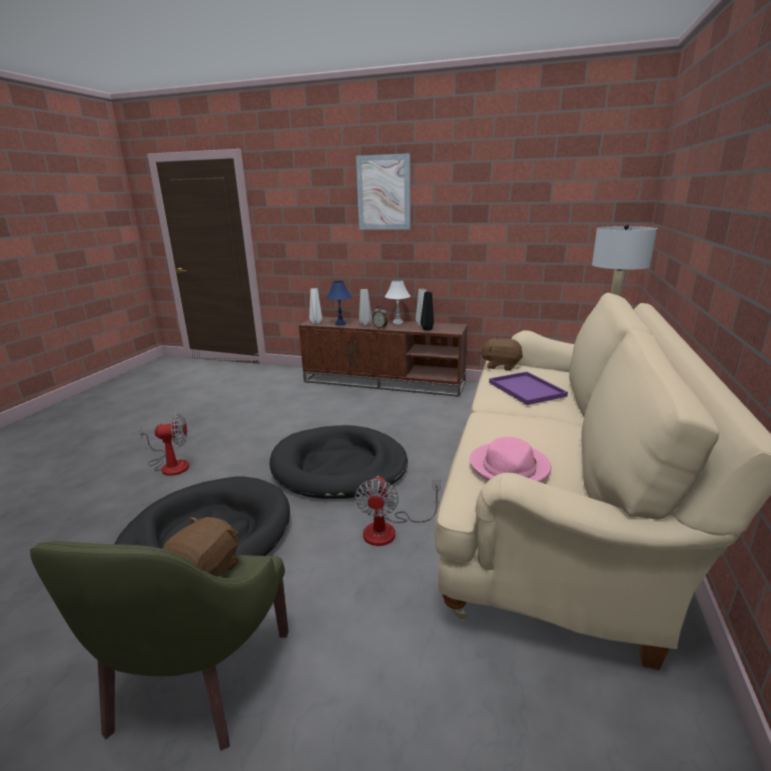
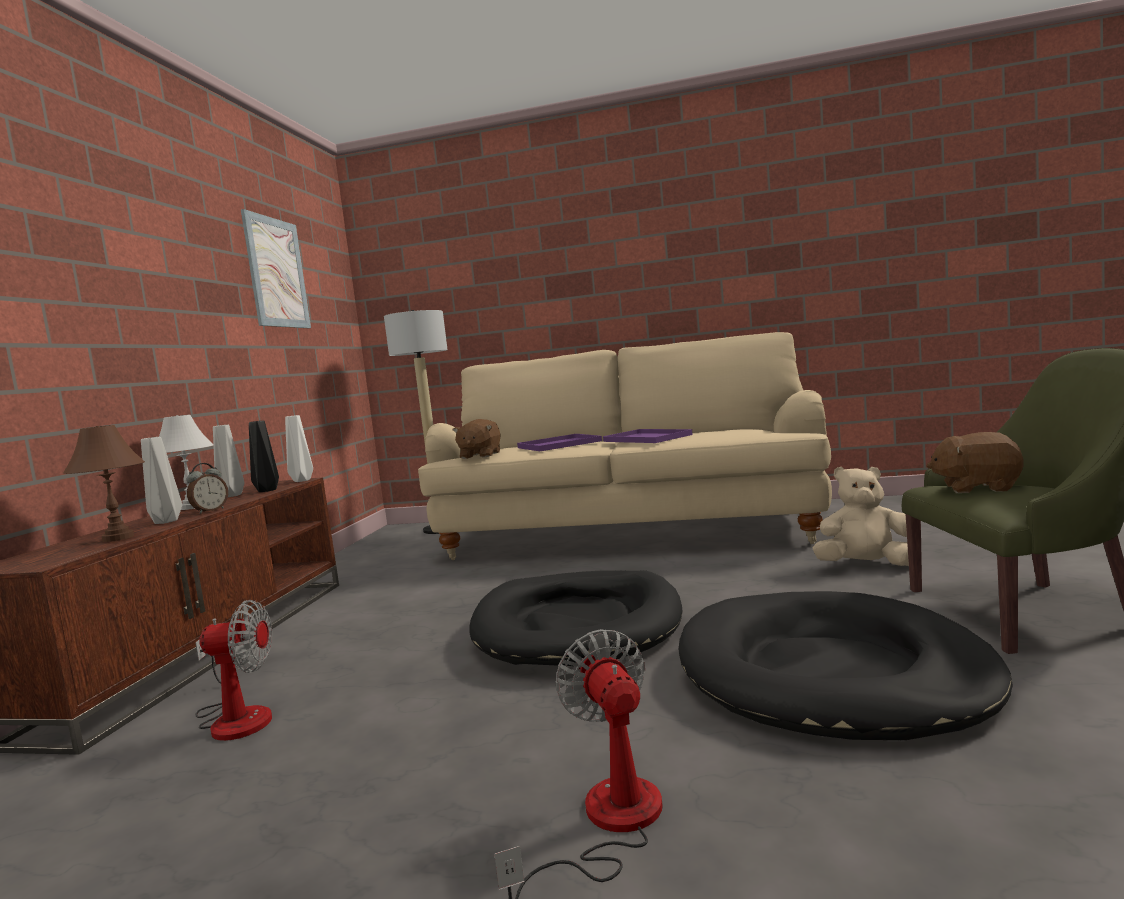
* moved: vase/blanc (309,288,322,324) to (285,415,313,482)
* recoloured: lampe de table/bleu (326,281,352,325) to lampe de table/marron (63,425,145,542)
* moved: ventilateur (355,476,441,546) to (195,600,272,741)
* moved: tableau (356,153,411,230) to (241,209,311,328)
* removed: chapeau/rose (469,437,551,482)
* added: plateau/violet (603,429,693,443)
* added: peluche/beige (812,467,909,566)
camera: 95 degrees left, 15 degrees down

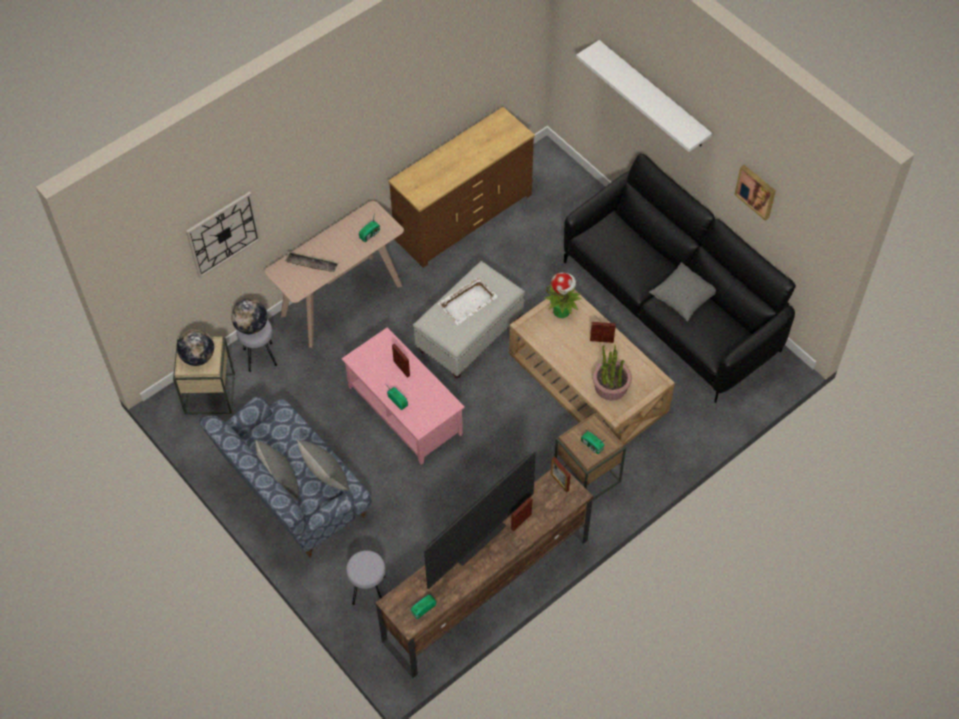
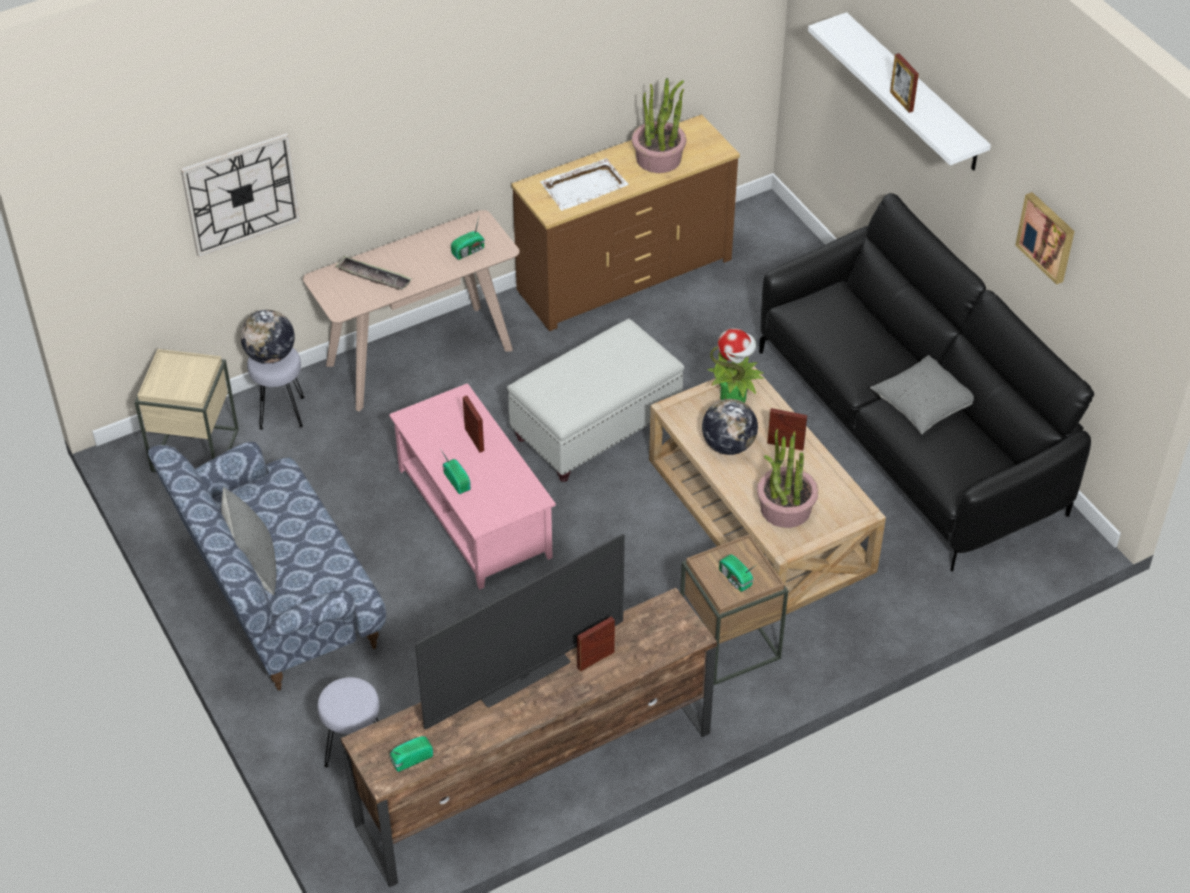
* moved: globe (177,329,214,366) to (702,399,758,455)
* removed: coussin/gris (297,439,349,491)
* moved: plateau/blanc (438,277,498,325) to (540,158,629,211)
* moved: cadre photo (551,456,571,492) to (890,53,919,113)
* added: plante en pot (632,78,686,173)
camera: 10 degrees right, 10 degrees down

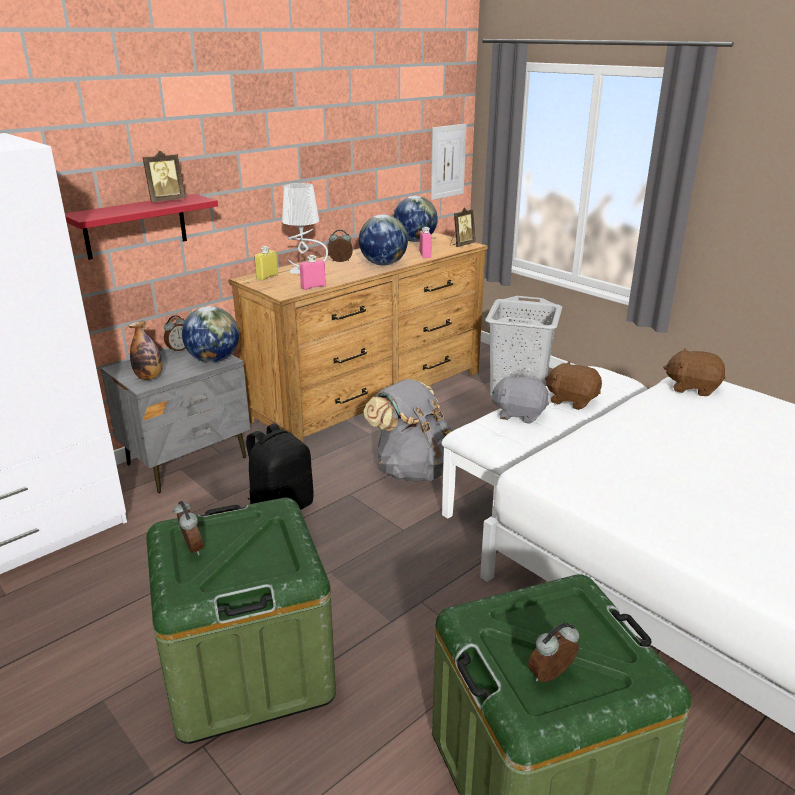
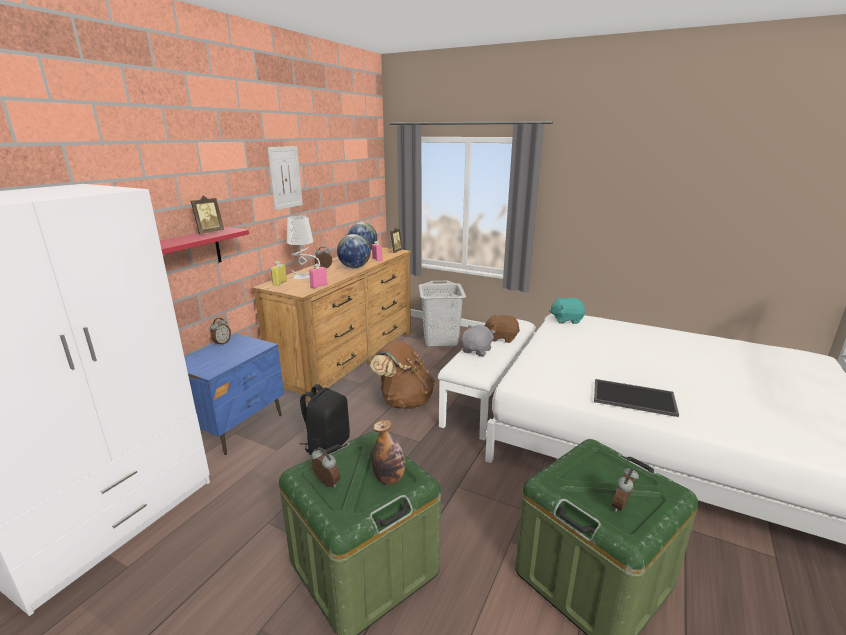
* recoloured: table de chevet/gris (101,348,250,493) to table de chevet/bleu (185,333,284,455)
* moved: bouteille (129,321,163,380) to (372,420,405,485)
* removed: globe (182,306,239,363)
* recoloured: sac à dos/gris (363,379,453,482) to sac à dos/marron (370,340,435,409)
* moved: tableau (431,124,467,200) to (267,146,303,210)
* turned: peluche/gris (490,374,549,424) = (461,325,495,356) 120 degrees clockwise
* recoloured: peluche/marron (663,348,726,396) to peluche/turquoise (549,297,585,324)
* added: plateau (594,379,679,417)
camera: 20 degrees left, 5 degrees down

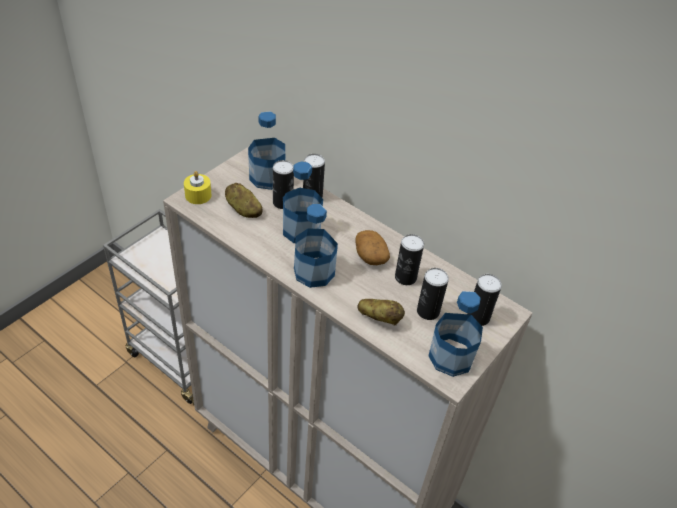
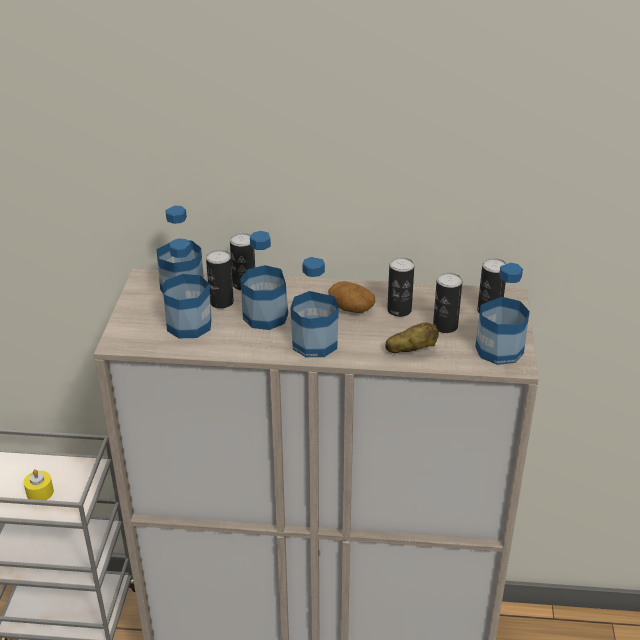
* moved: bougie/jaune (184,171,212,204) to (23,469,54,500)
* replaced: pomme de terre (225,183,263,218) to bouteille (162,238,211,338)
camera: 30 degrees left, 10 degrees down

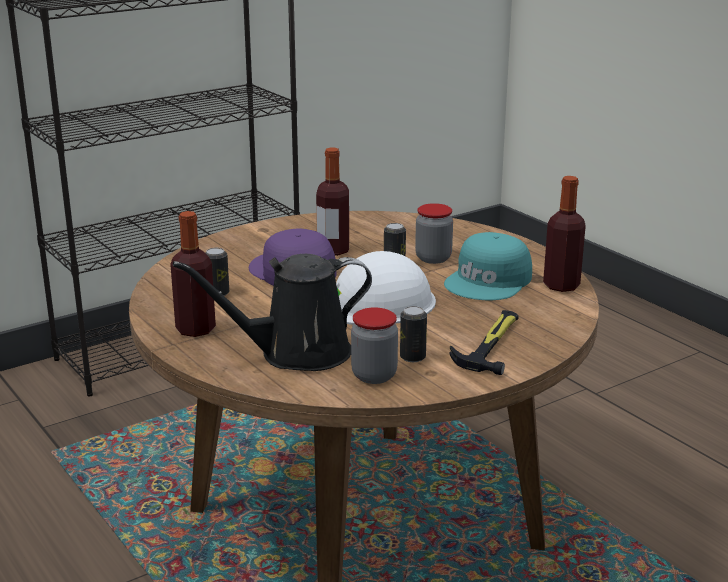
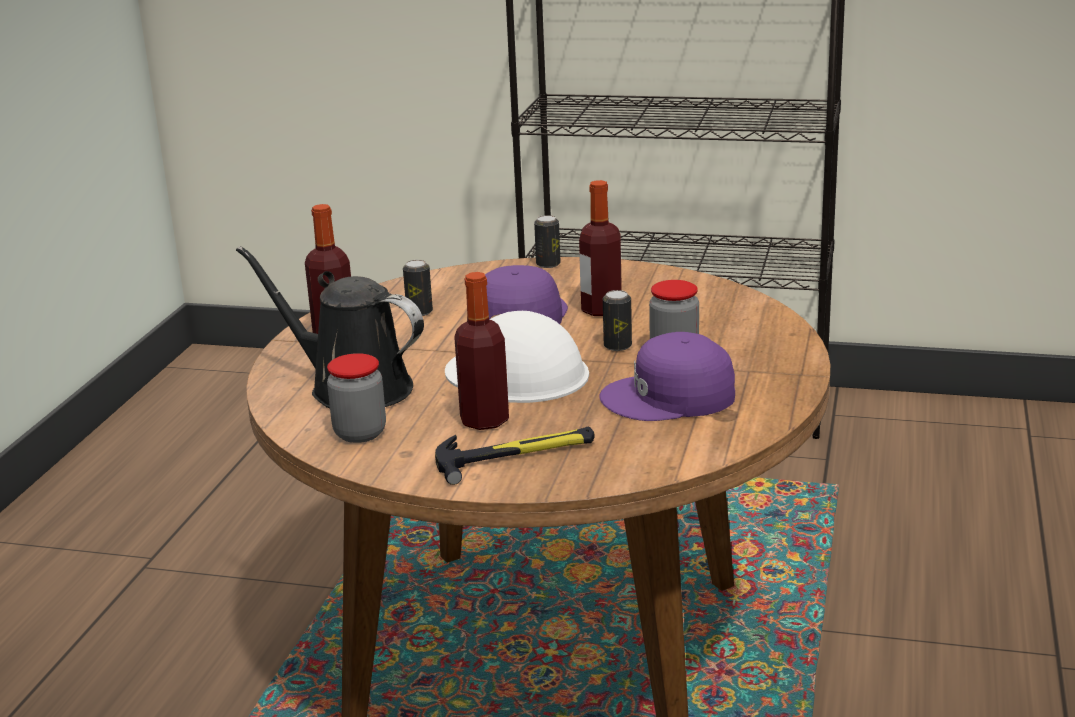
* moved: boîte métallique (400,306,427,362) to (534,215,561,268)
* recoloured: casquette/turquoise (444,232,532,300) to casquette/violet (600,332,735,421)
* moved: bouteille (543,176,586,292) to (454,272,509,430)
camera: 50 degrees right, 0 degrees up

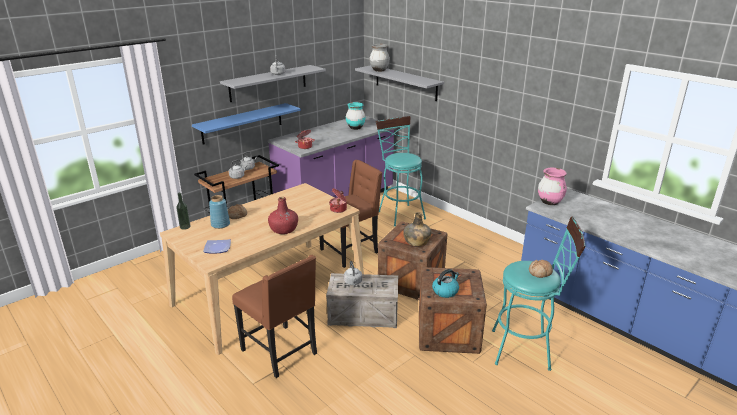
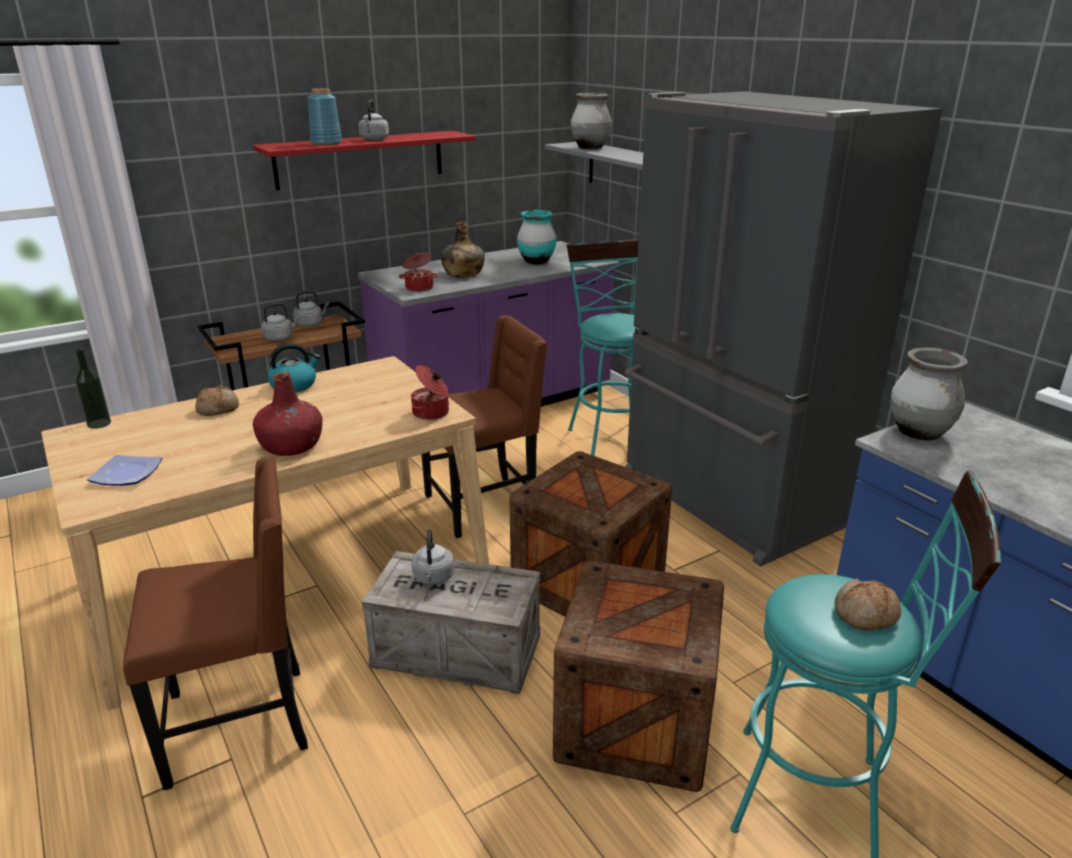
* removed: étagère/bleu (192,103,301,144)
* moved: vase/bleu (209,195,230,229) to (308,88,342,145)
* recoloured: étagère/gris (220,65,326,102) to étagère/rouge (253,131,476,190)
* turned: chaise/marron (232,255,317,378) = (123,457,308,790) 75 degrees counterclockwise
* moved: bouteille/vert (403,212,431,247) to (441,222,485,277)
* moved: bouilloire (432,269,459,298) to (268,343,321,392)
* recoloured: vase/rose (538,168,567,205) to vase/gris (891,348,968,440)
* added: réfrigérateur/gris (624,91,943,567)
camera: 10 degrees right, 0 degrees up

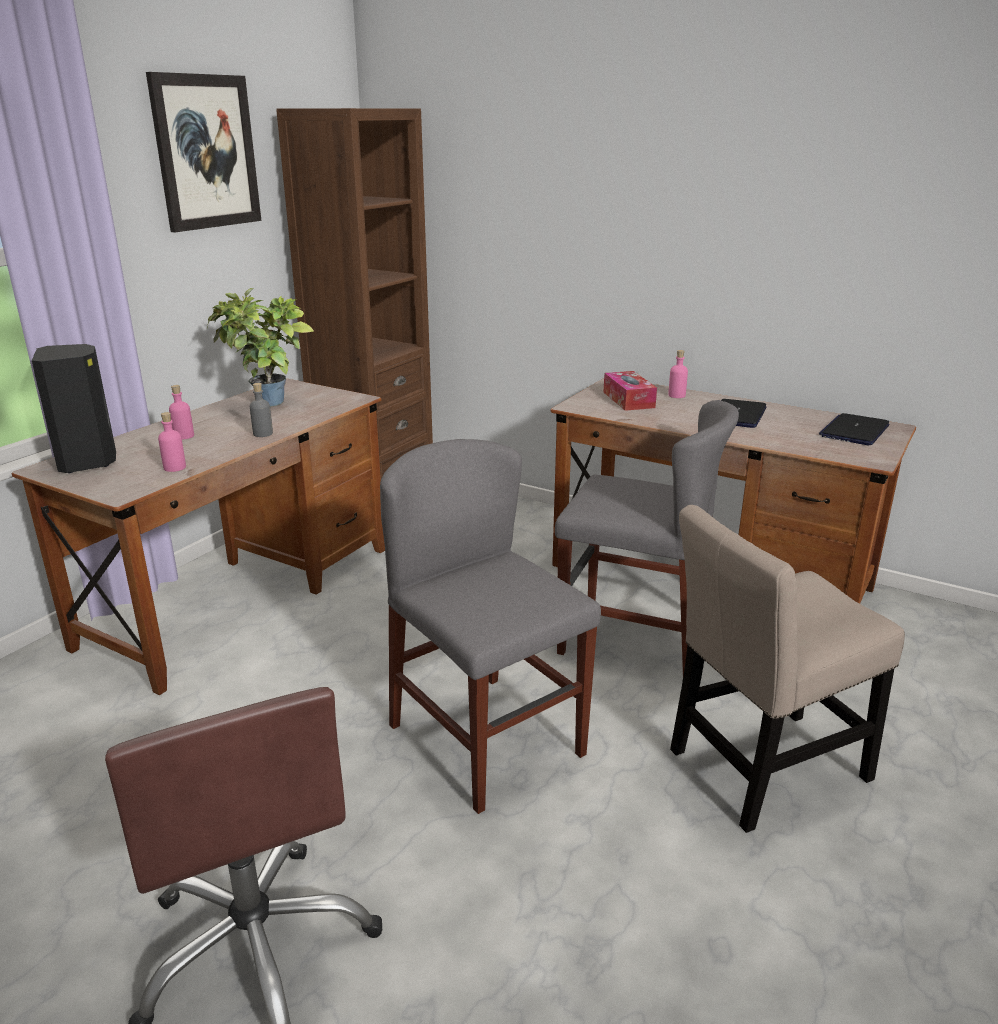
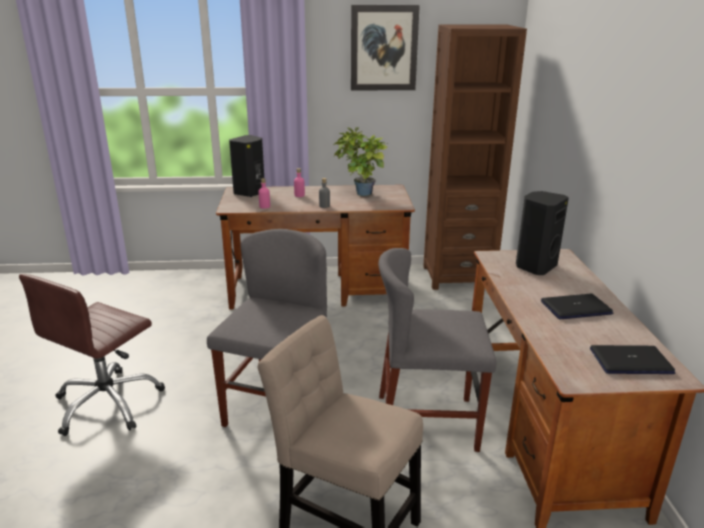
* turned: chaise/gris (555,400,739,675) = (378,248,497,452) 105 degrees clockwise
* replaced: boîte à mouchoirs (603,371,657,411) to enceinte/noir (516,191,569,275)
* removed: bouteille/rose (668,350,688,398)
camera: 55 degrees right, 0 degrees up

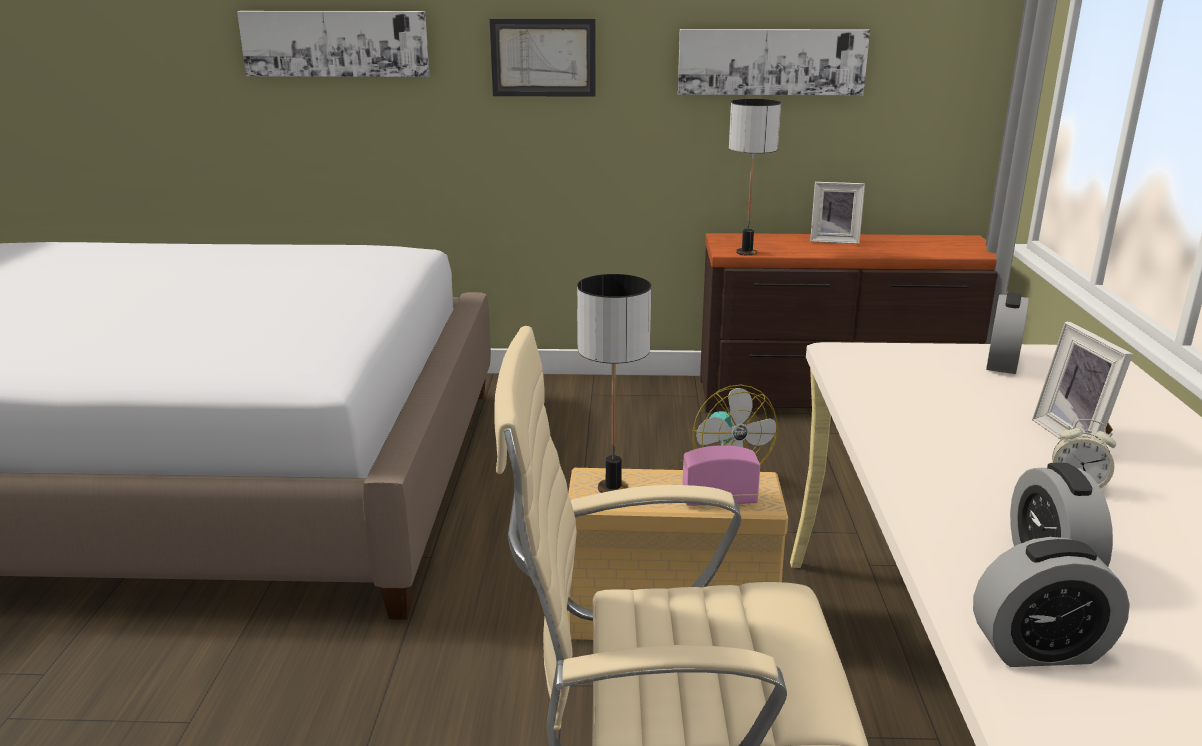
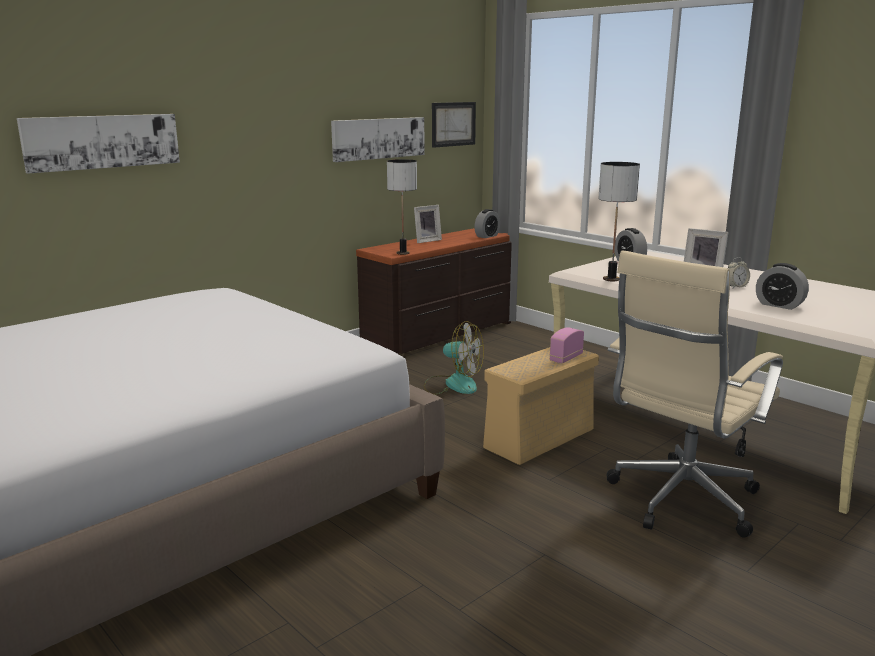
* moved: tableau (490,19,596,97) to (432,102,476,148)
* moved: lampe de table (577,274,651,493) to (598,162,640,281)
* moved: réveil (973,537,1130,667) to (474,209,500,238)
camera: 45 degrees left, 5 degrees down

